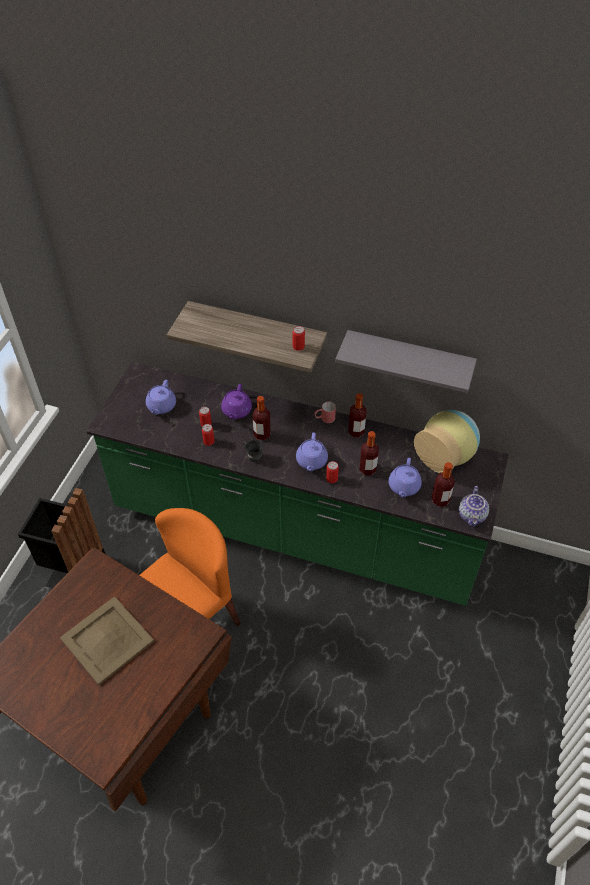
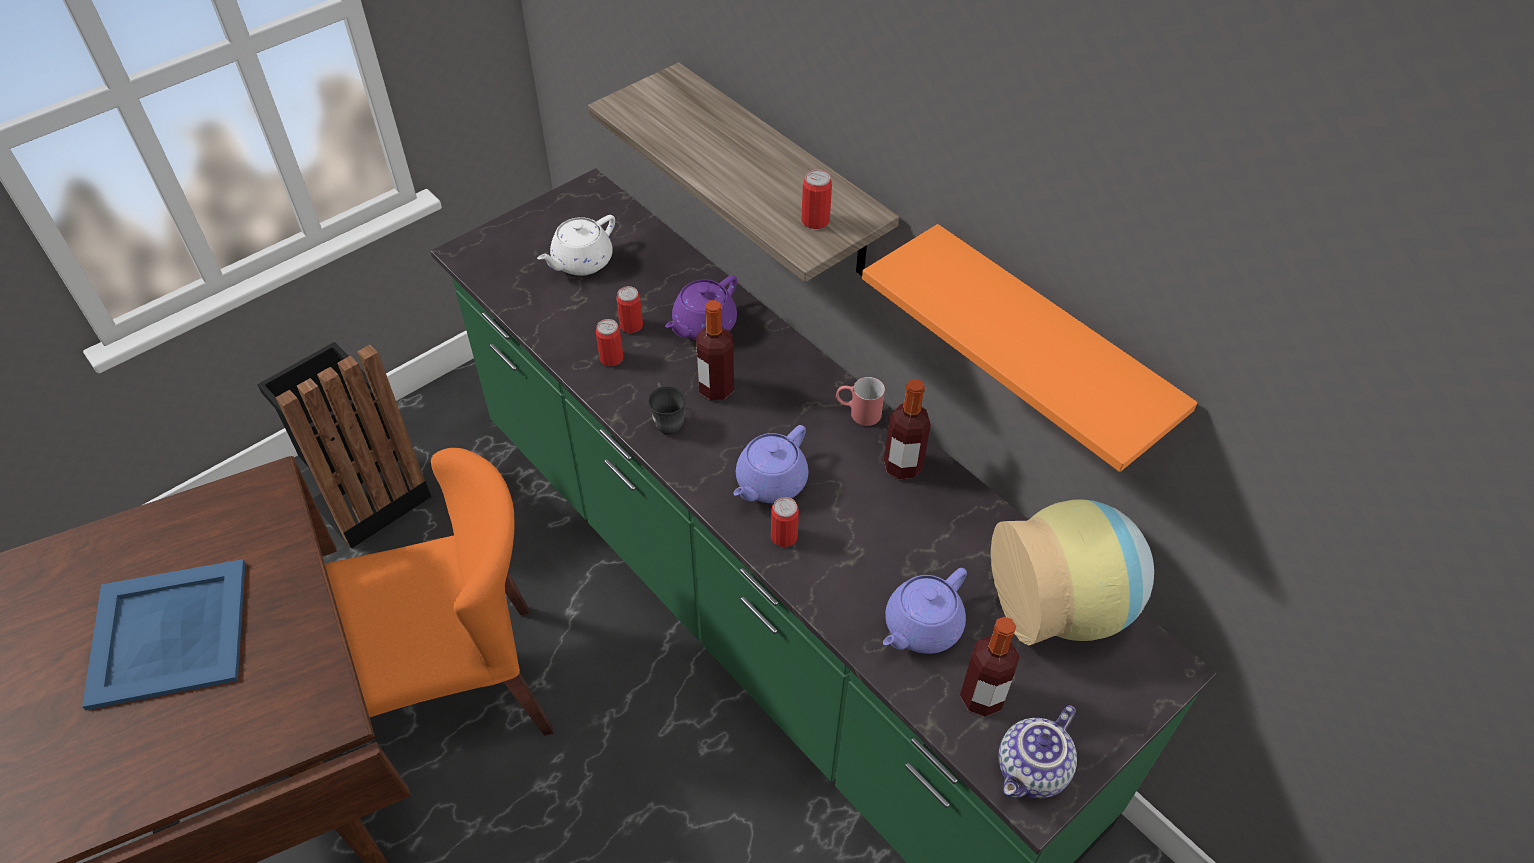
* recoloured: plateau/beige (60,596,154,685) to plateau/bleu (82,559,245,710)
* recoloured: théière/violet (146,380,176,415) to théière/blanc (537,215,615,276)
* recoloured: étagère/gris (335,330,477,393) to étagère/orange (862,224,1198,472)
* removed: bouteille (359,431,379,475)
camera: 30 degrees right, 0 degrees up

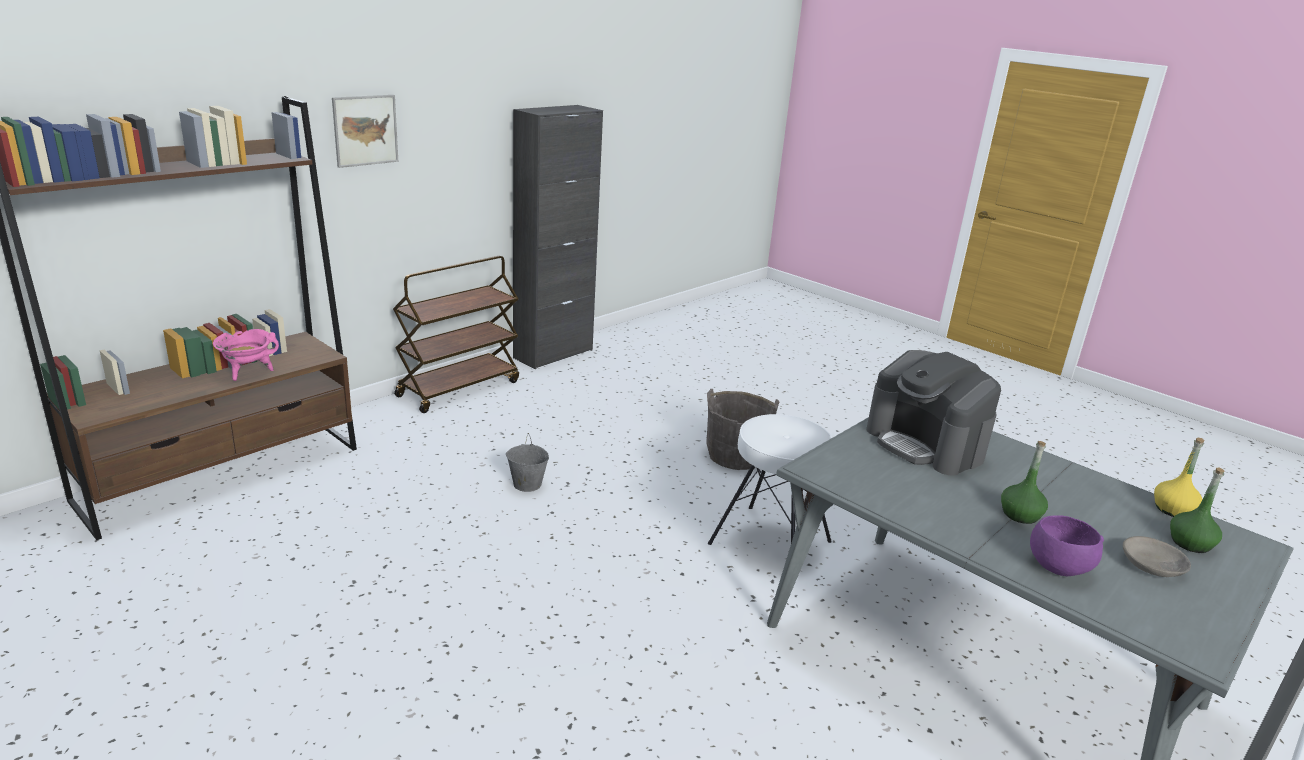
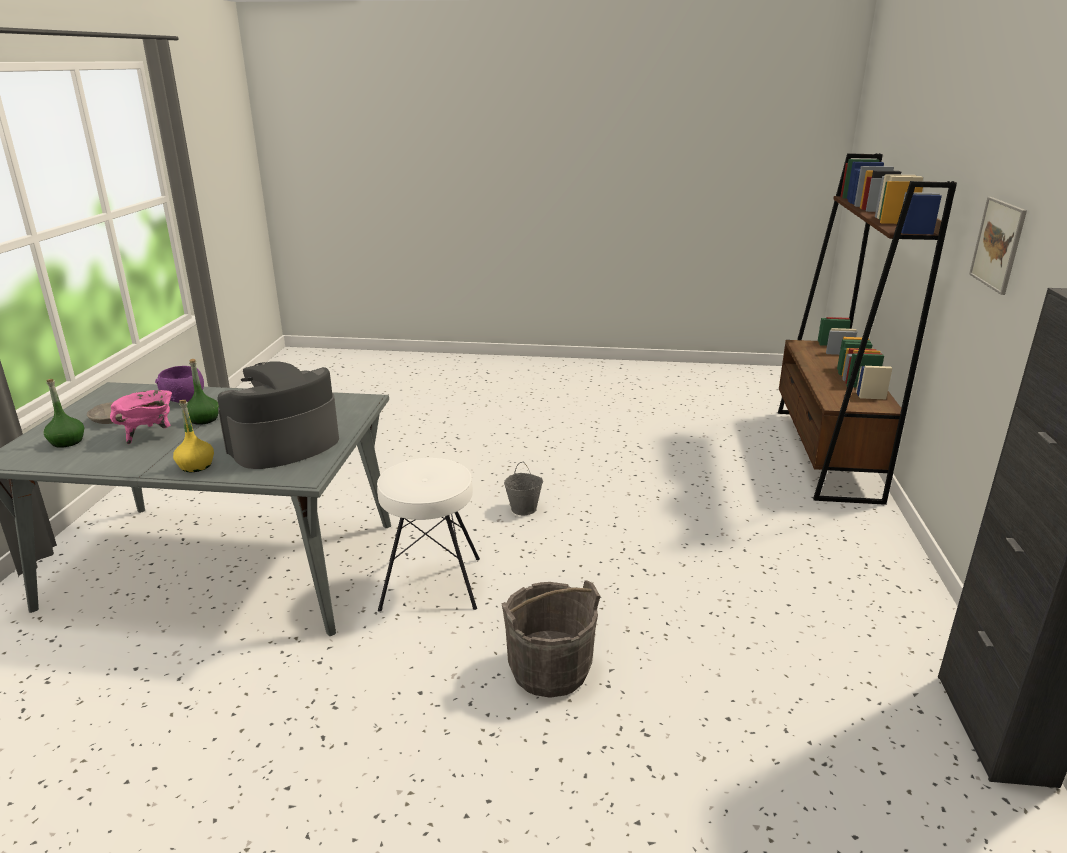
* moved: marmite/rose (213,329,279,381) to (110,390,172,444)
* removed: chariot/marron (393,256,519,413)
* moved: seau/gris (506,433,549,492) to (504,462,543,516)
* turned: machine à café (866,350,1001,476) = (217,361,339,469) 60 degrees counterclockwise
* moved: bouteille/jaune (1154,438,1204,517) to (173,400,214,472)
camera: 145 degrees right, 0 degrees up

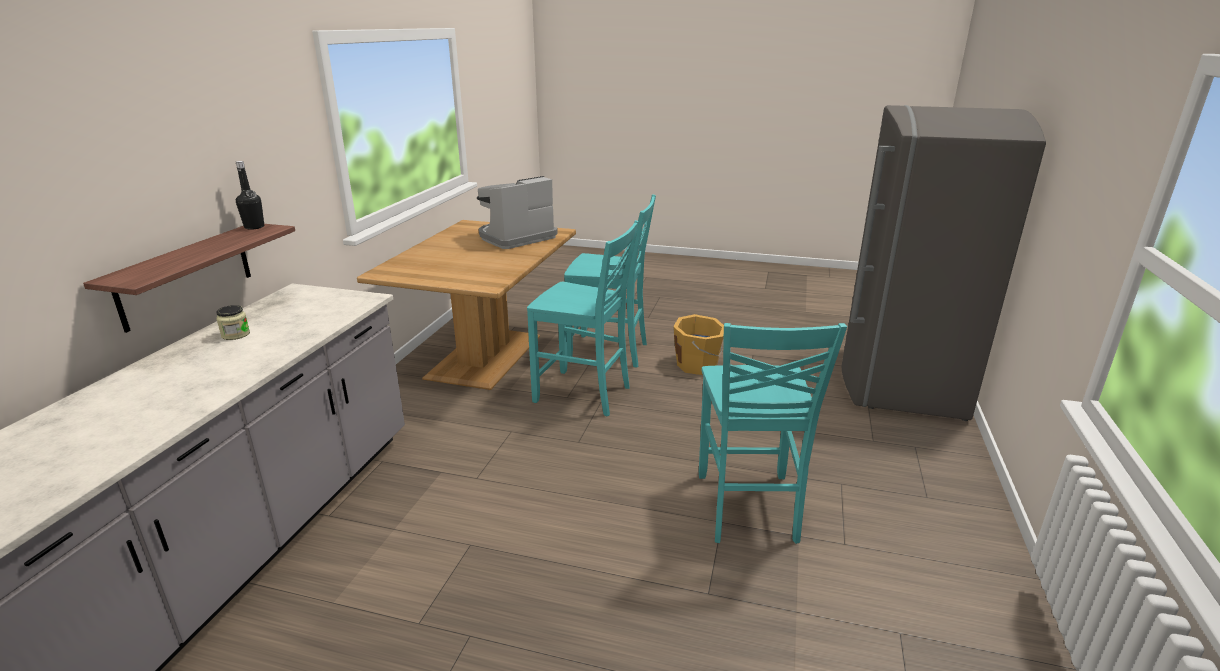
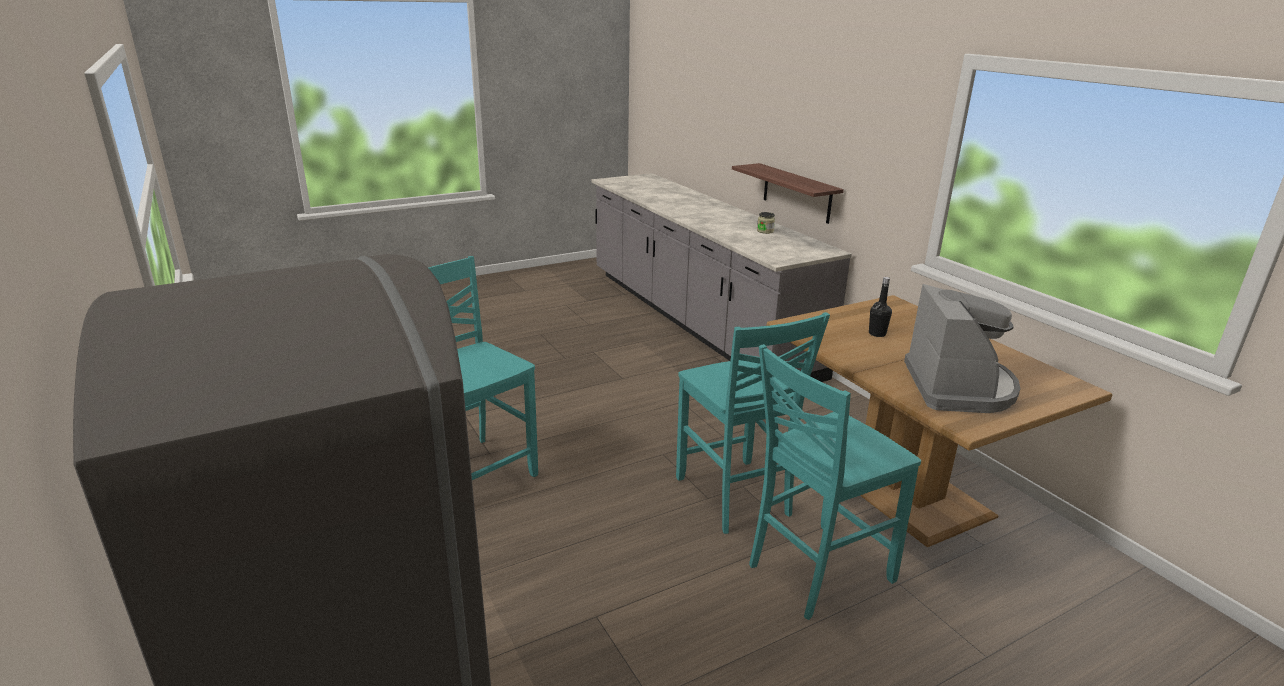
* moved: bouteille/noir (236,161,264,230) to (869,277,892,337)
* turned: chaise/turquoise (527,220,639,416) = (676,312,830,534) 90 degrees counterclockwise
* removed: seau/orange (673,314,724,375)
camera: 135 degrees right, 0 degrees up

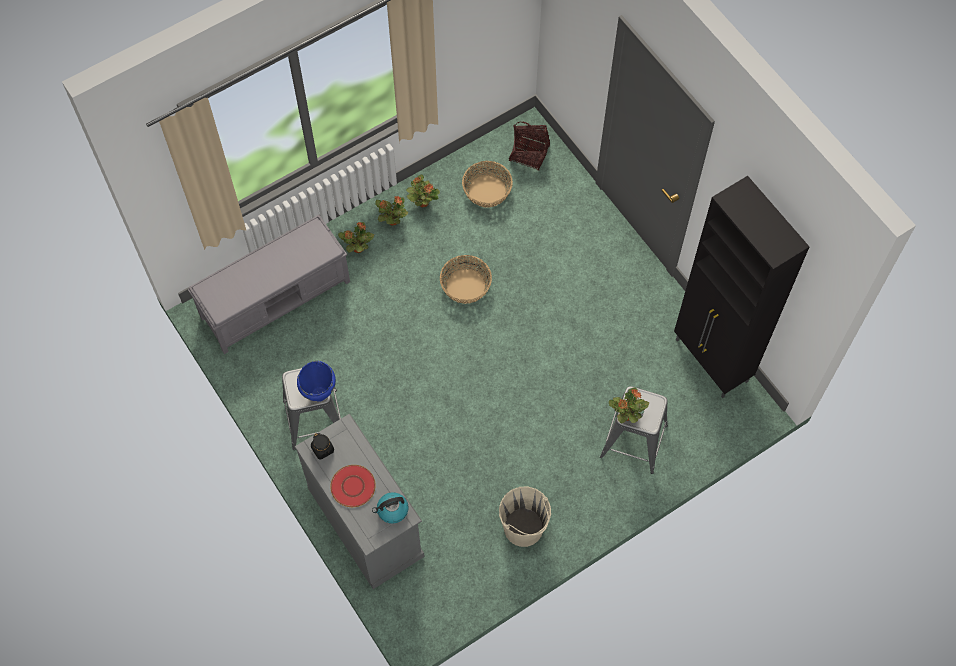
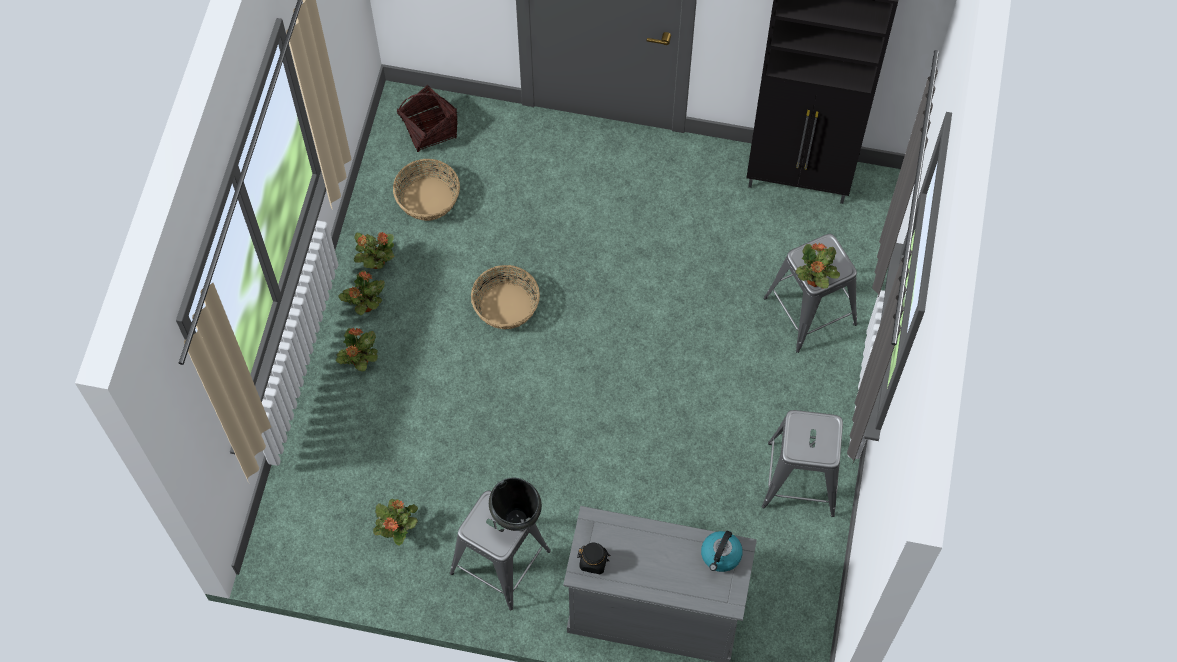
* removed: banc/gris (188,215,350,354)
* recoloured: marmite/bleu (297,361,336,402) to marmite/noir (489,478,542,531)
* removed: assiette/rouge (330,465,376,507)
* replaced: seau/beige (499,487,551,547) to tabouret/gris (762,410,843,517)
* added: plante en pot (373,499,418,546)
camera: 45 degrees left, 0 degrees up

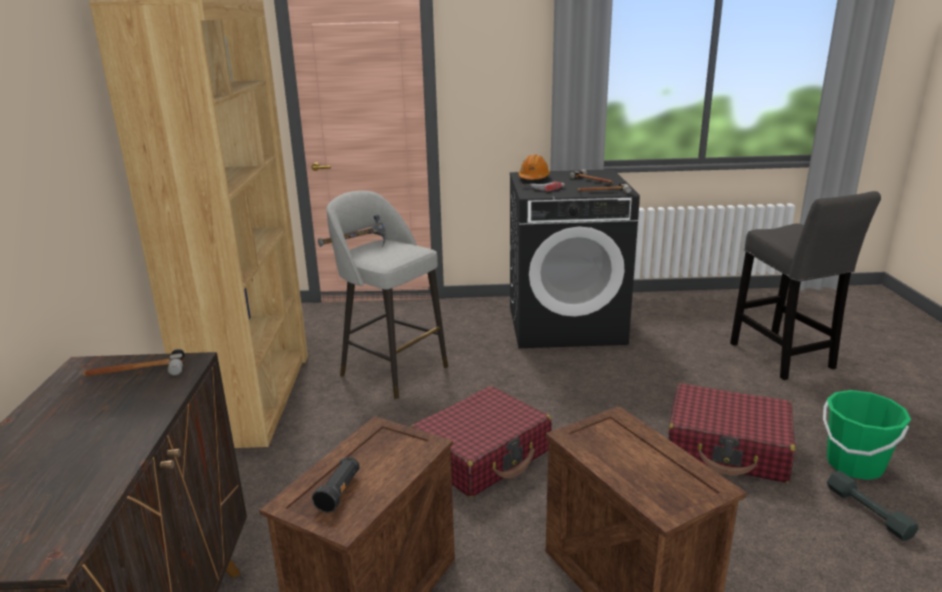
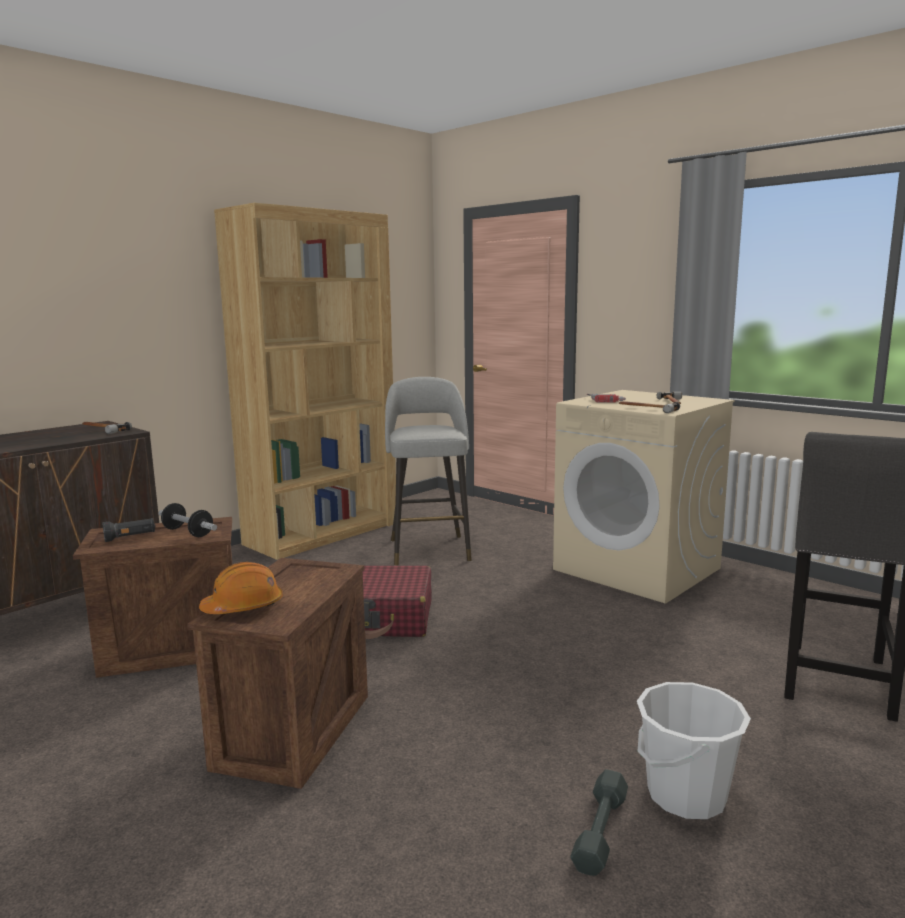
* removed: marteau (318,215,386,247)
* recoloured: lave-linge/noir (510,169,640,348) to lave-linge/beige (553,390,735,604)
* moved: casque de chantier/orange (518,154,550,179) to (199,562,283,614)
* removed: valise/rouge (668,383,796,483)
* recoloured: seau/vert (823,390,911,480) to seau/blanc (637,682,751,819)
* added: haltère (158,503,217,537)
camera: 45 degrees right, 10 degrees down

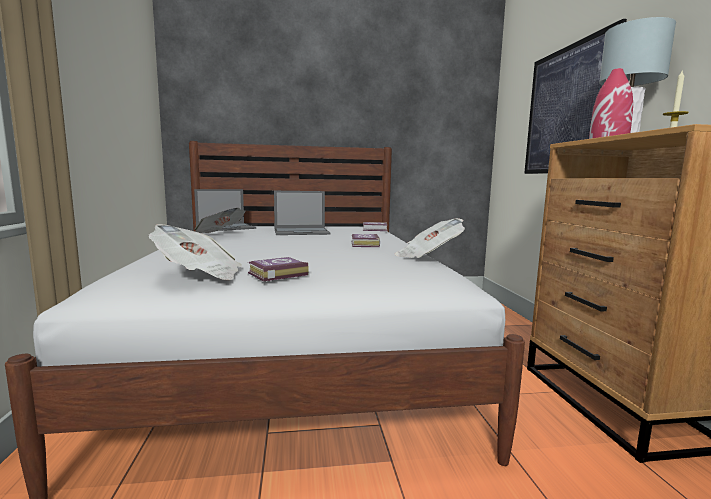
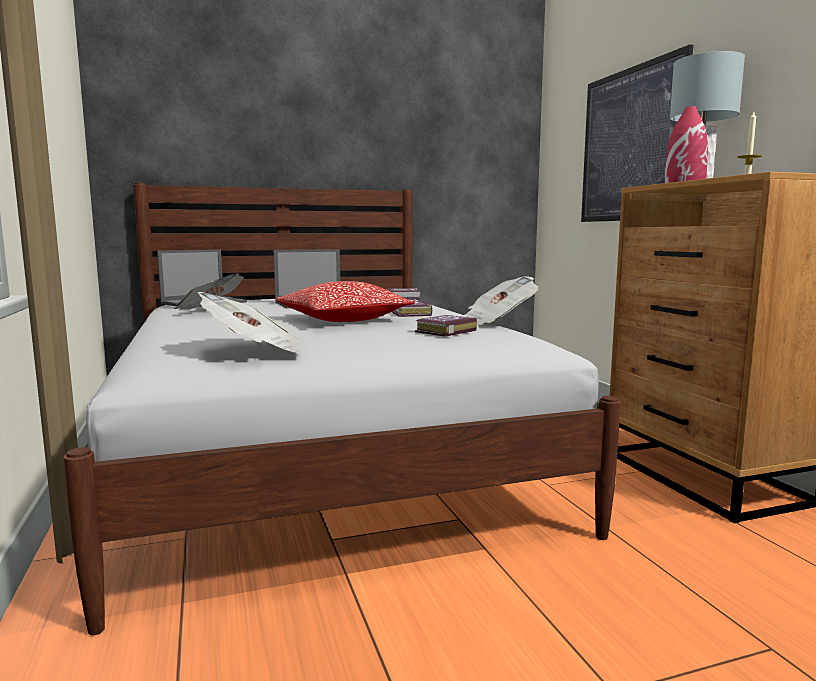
* moved: livre (248,257,309,281) to (415,315,477,337)
* added: coussin (275,281,415,322)
camera: 10 degrees left, 0 degrees up

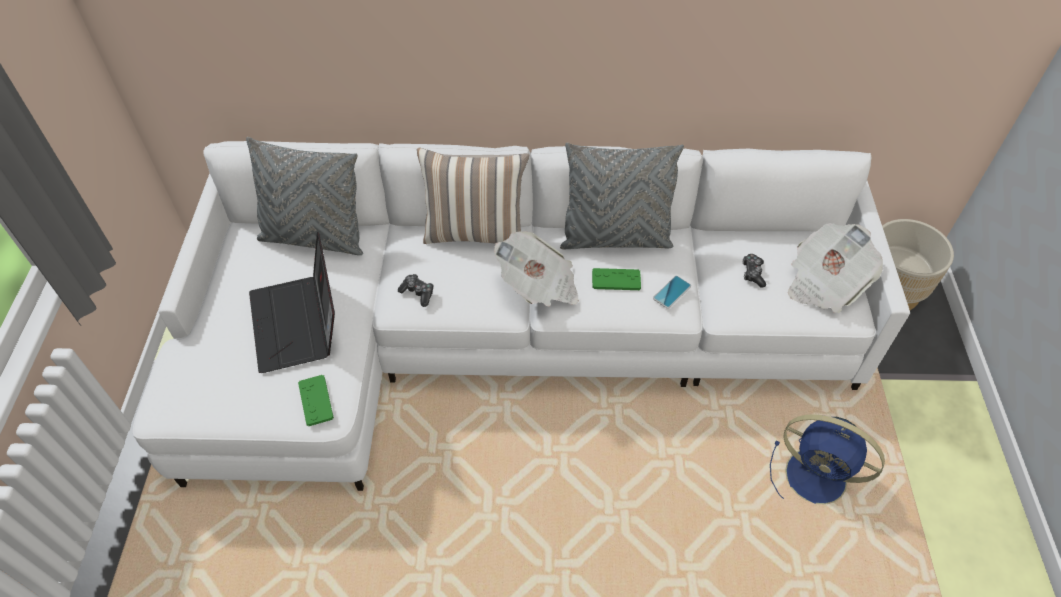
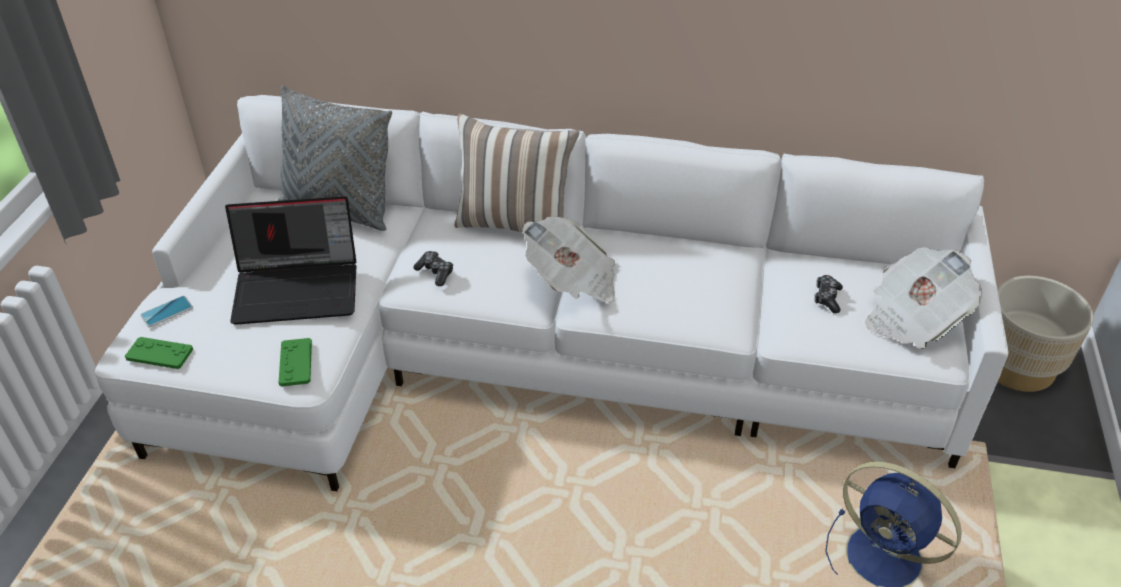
* turned: ordinateur portable (249,232,335,373) = (225,196,356,325) 90 degrees counterclockwise
* removed: coussin/gris (560,143,684,249)
* moved: manette/vert (592,268,641,290) to (125,337,193,369)
* moved: téléphone (653,276,691,309) to (140,296,193,327)
camera: 10 degrees right, 10 degrees down

